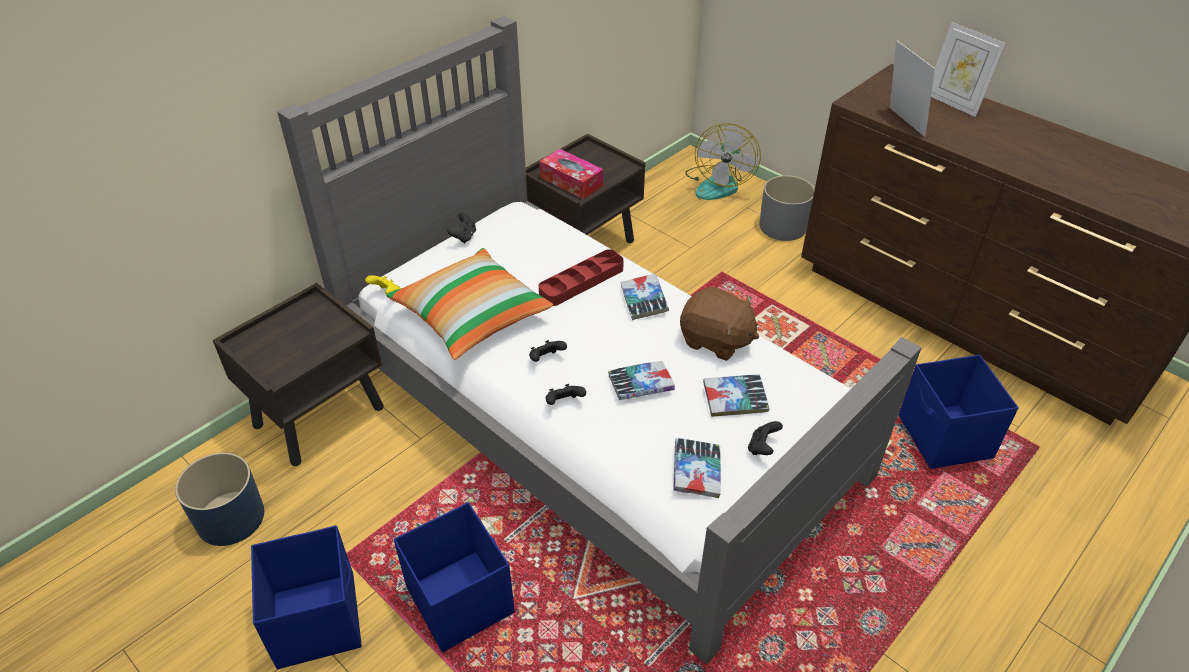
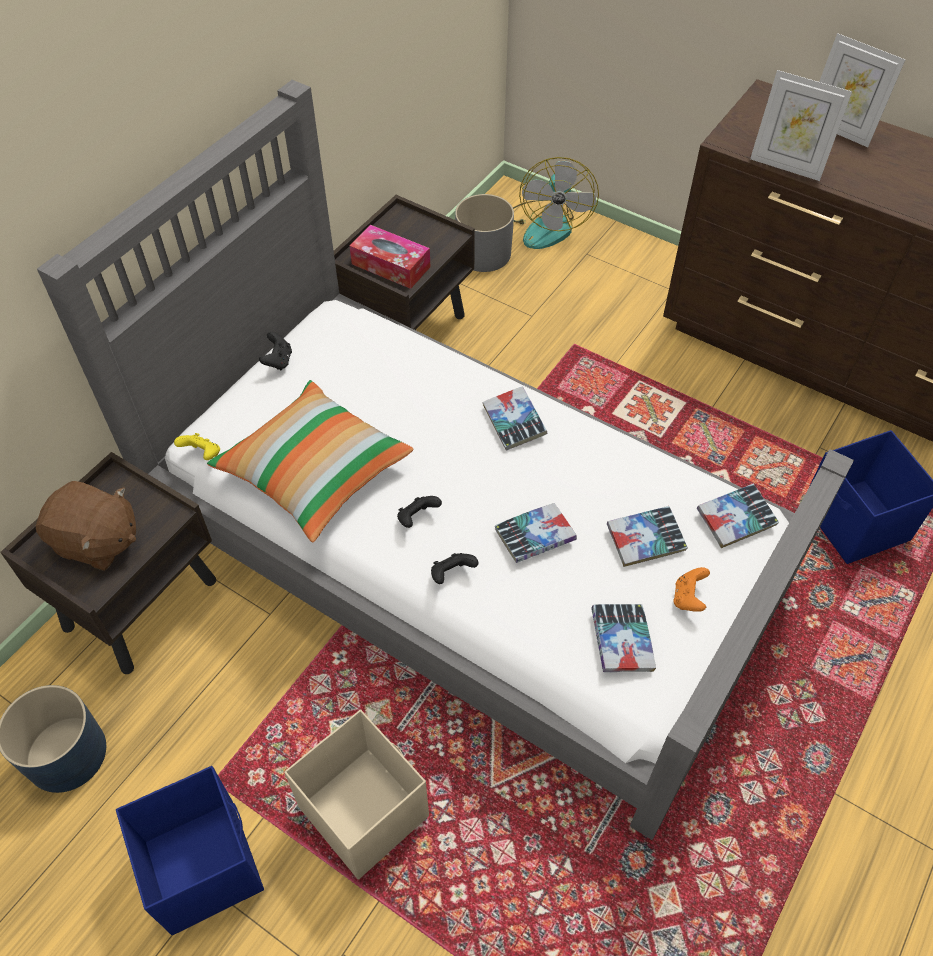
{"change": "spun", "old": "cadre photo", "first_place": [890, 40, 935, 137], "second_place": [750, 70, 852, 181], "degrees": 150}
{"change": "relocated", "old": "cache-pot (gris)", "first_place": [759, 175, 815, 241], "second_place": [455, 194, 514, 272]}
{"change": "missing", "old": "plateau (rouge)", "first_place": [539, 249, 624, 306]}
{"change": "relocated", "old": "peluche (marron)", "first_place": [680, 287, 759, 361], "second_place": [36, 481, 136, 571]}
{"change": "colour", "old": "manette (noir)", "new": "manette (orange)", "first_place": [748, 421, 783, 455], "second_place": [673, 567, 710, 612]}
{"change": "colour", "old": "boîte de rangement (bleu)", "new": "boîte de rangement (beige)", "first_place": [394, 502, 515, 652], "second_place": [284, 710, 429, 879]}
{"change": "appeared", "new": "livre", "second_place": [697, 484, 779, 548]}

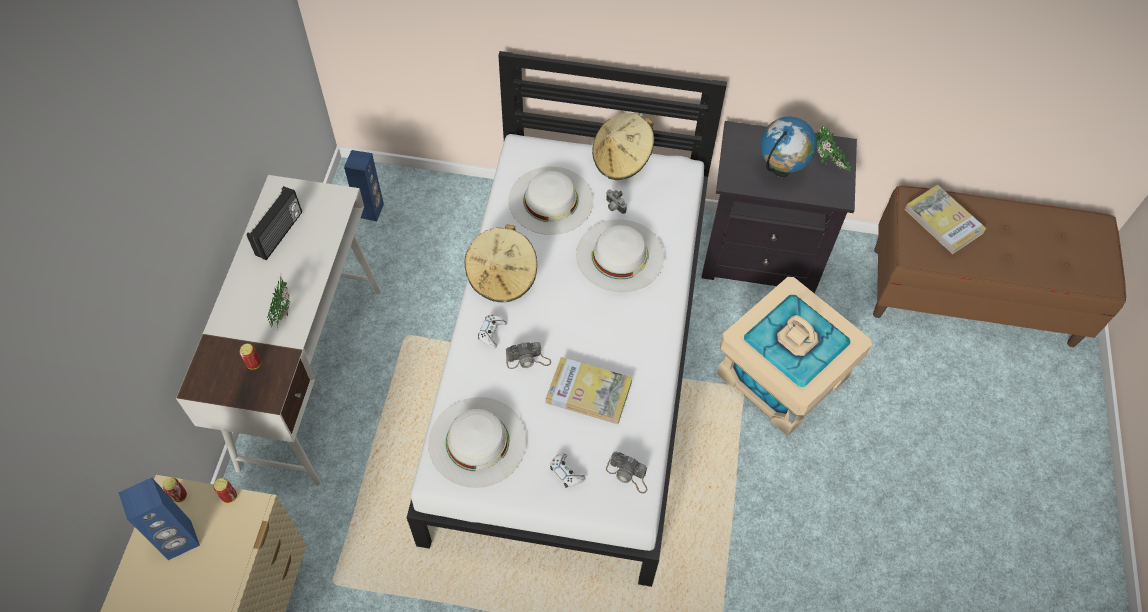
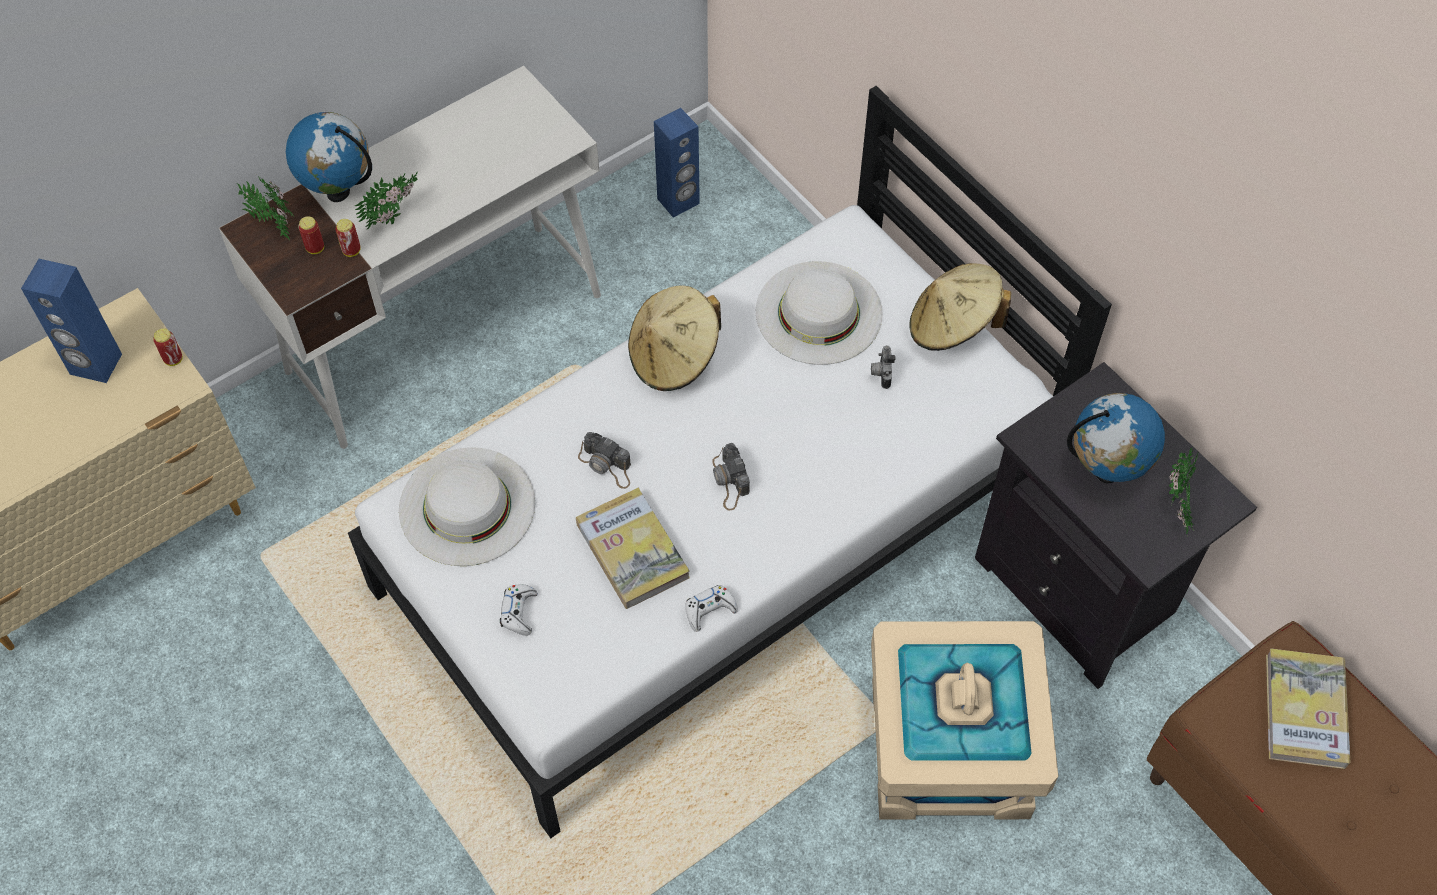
{"change": "missing", "old": "radio", "first_place": [247, 186, 302, 260]}
{"change": "missing", "old": "chapeau (blanc)", "first_place": [576, 219, 664, 293]}
{"change": "relocated", "old": "manette (blanc)", "first_place": [478, 315, 507, 348], "second_place": [685, 585, 738, 632]}
{"change": "relocated", "old": "appareil photo", "first_place": [606, 451, 648, 494], "second_place": [712, 443, 750, 511]}
{"change": "relocated", "old": "boîte métallique", "first_place": [163, 478, 187, 503], "second_place": [336, 219, 361, 257]}
{"change": "appeared", "new": "globe", "second_place": [286, 112, 372, 202]}
{"change": "appeared", "new": "plante en pot", "second_place": [237, 175, 294, 241]}

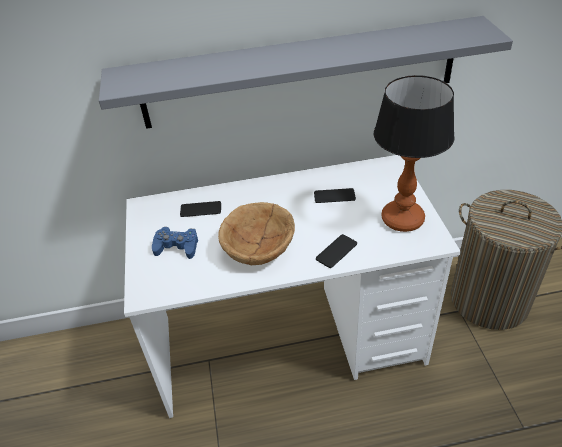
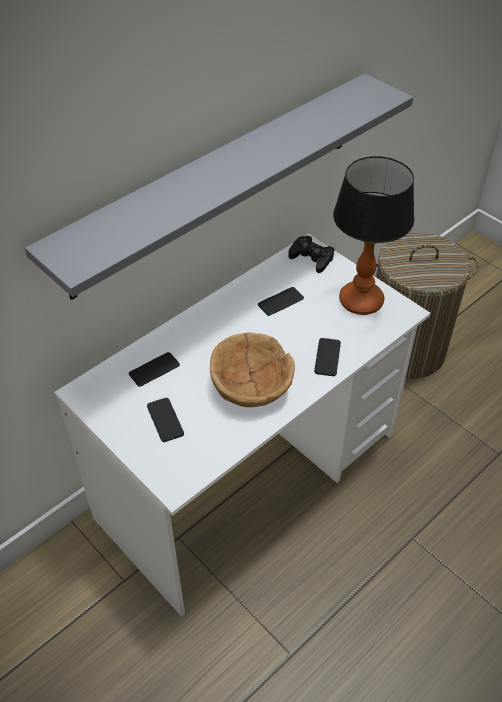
{"change": "exchanged", "old": "manette (bleu)", "new": "téléphone", "first_place": [152, 227, 198, 259], "second_place": [147, 398, 184, 442]}
{"change": "appeared", "new": "manette (noir)", "second_place": [288, 236, 334, 273]}

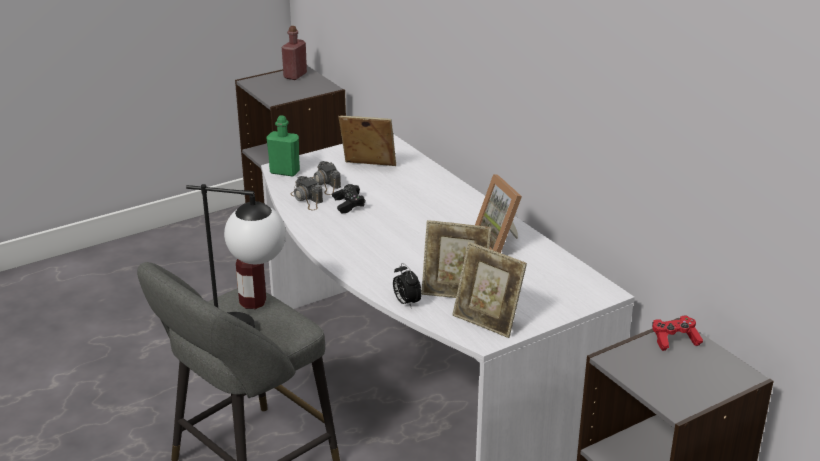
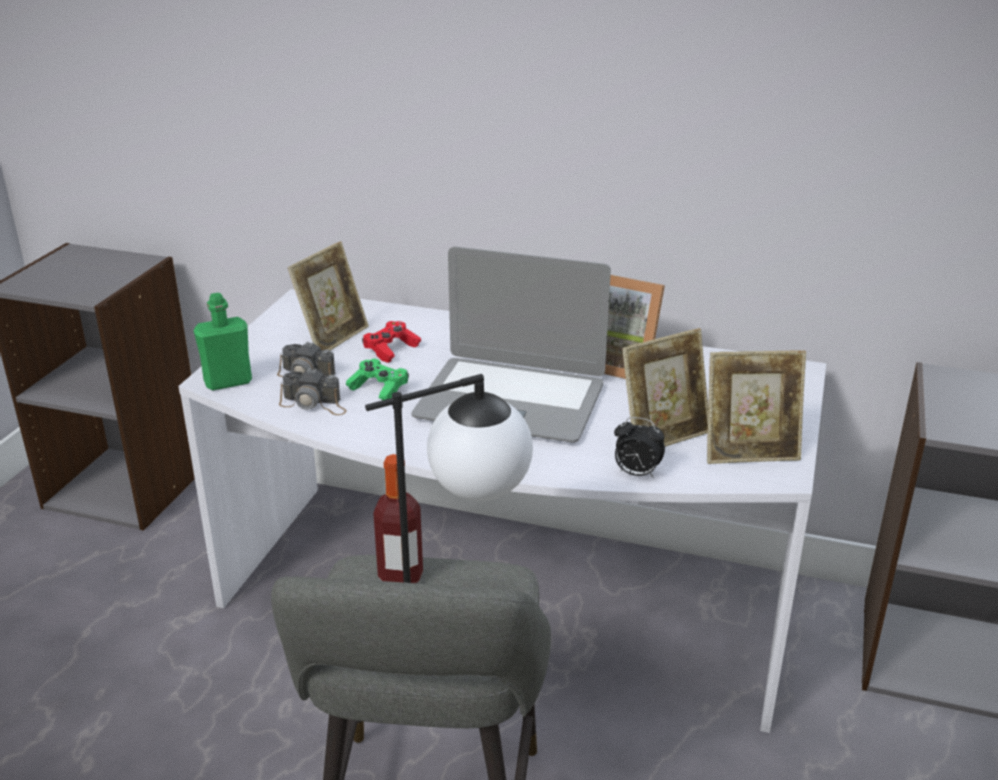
{"change": "missing", "old": "bouteille (rouge)", "first_place": [282, 26, 307, 80]}
{"change": "spun", "old": "cadre photo", "first_place": [338, 116, 396, 166], "second_place": [288, 241, 369, 351], "degrees": 150}
{"change": "colour", "old": "manette (noir)", "new": "manette (vert)", "first_place": [332, 184, 365, 214], "second_place": [346, 359, 409, 400]}
{"change": "relocated", "old": "manette (rouge)", "first_place": [652, 316, 703, 351], "second_place": [362, 321, 421, 363]}
{"change": "appeared", "new": "ordinateur portable", "second_place": [411, 247, 611, 443]}

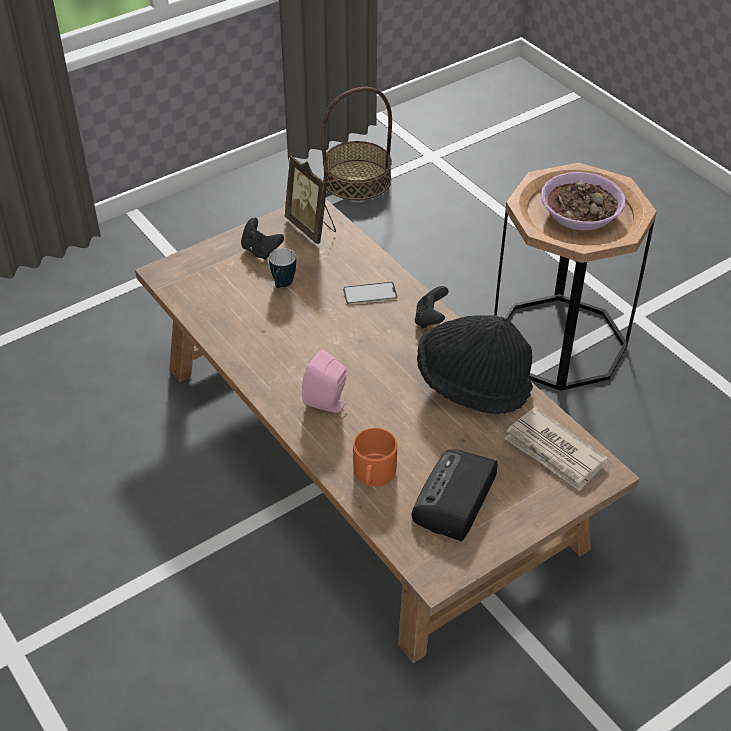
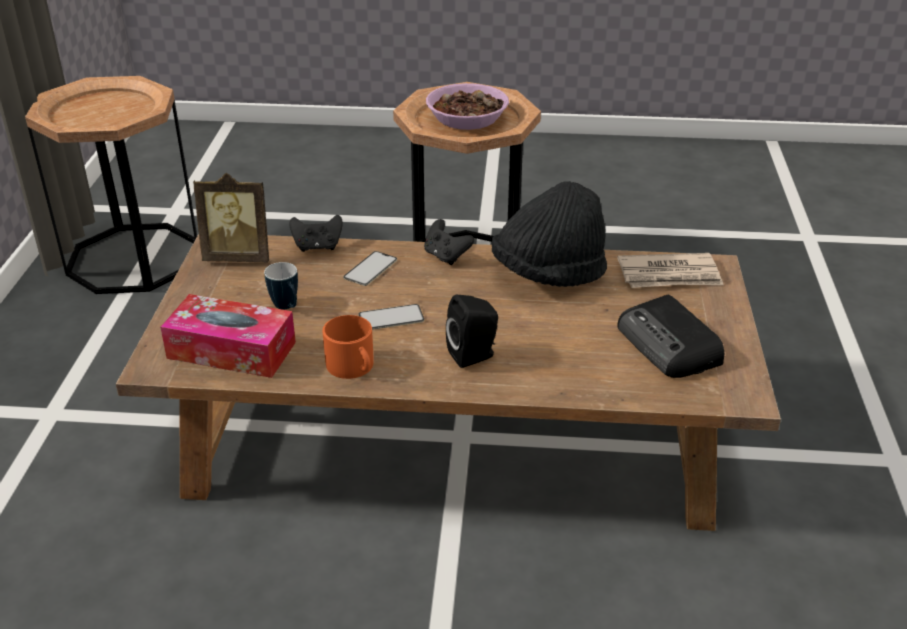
{"change": "exchanged", "old": "panier", "new": "table d'appoint (marron)", "first_place": [321, 87, 392, 201], "second_place": [25, 76, 197, 294]}
{"change": "relocated", "old": "manette (noir)", "first_place": [241, 218, 284, 260], "second_place": [289, 215, 343, 252]}
{"change": "colour", "old": "enceinte (rose)", "new": "enceinte (noir)", "first_place": [302, 349, 348, 413], "second_place": [446, 295, 498, 368]}
{"change": "relocated", "old": "mug (orange)", "first_place": [353, 428, 397, 486], "second_place": [322, 315, 374, 379]}
{"change": "appeared", "new": "boîte à mouchoirs", "second_place": [160, 294, 296, 378]}
{"change": "appeared", "new": "téléphone", "second_place": [359, 304, 424, 330]}

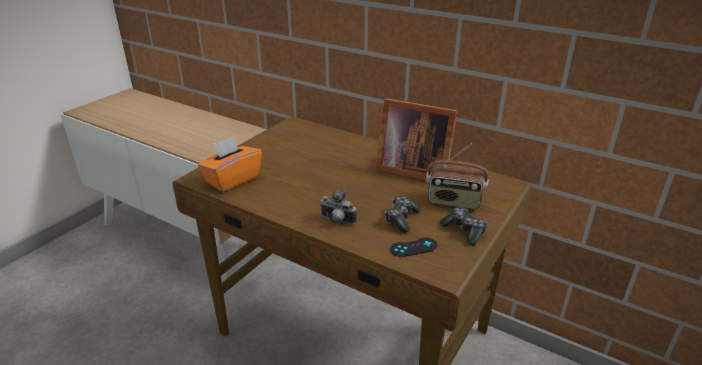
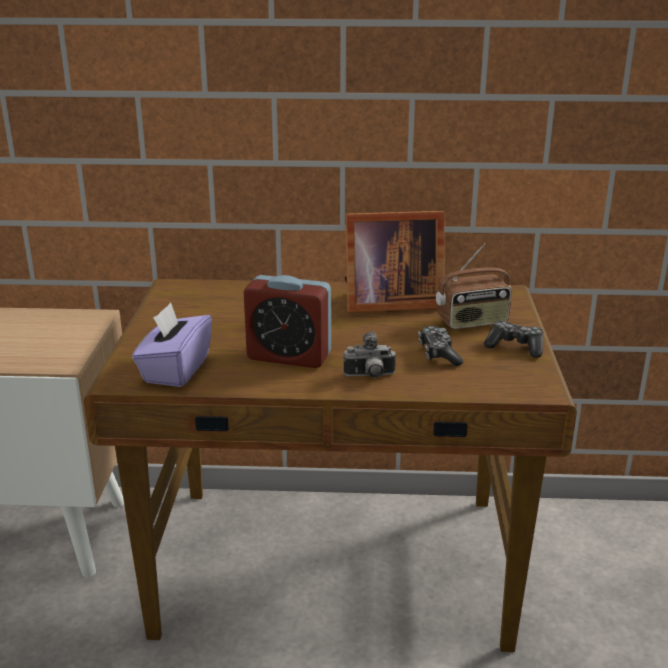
{"change": "colour", "old": "boîte à mouchoirs (orange)", "new": "boîte à mouchoirs (violet)", "first_place": [198, 136, 262, 192], "second_place": [132, 302, 212, 387]}
{"change": "missing", "old": "manette (noir)", "first_place": [390, 238, 437, 257]}
{"change": "appeared", "new": "réveil", "second_place": [244, 275, 331, 368]}

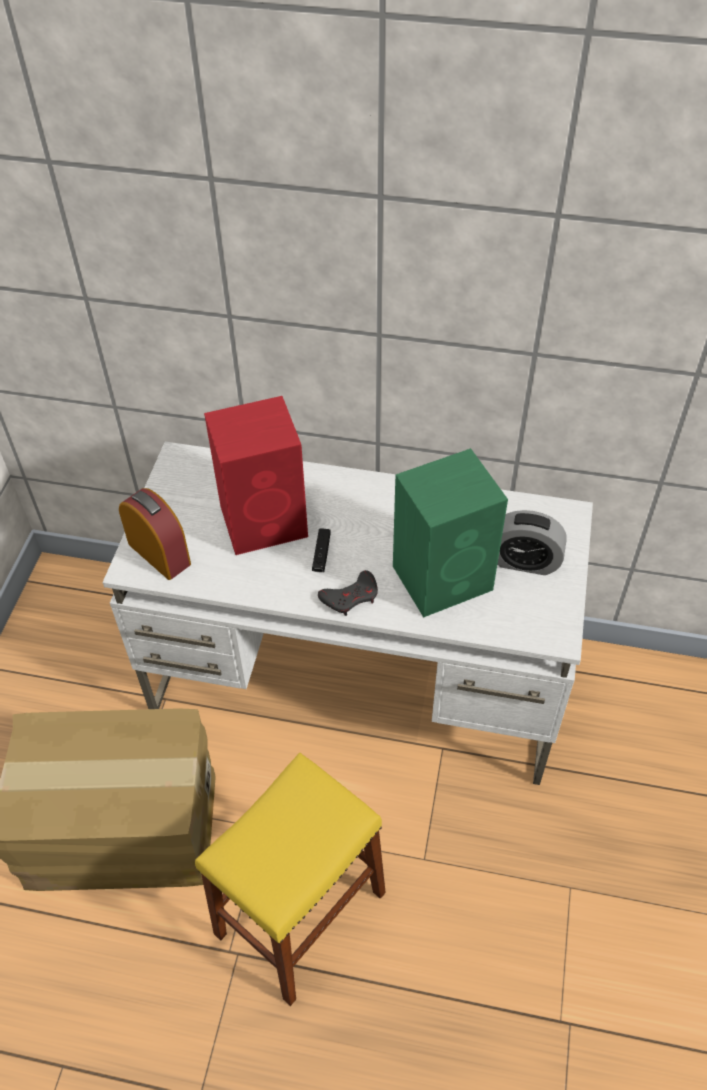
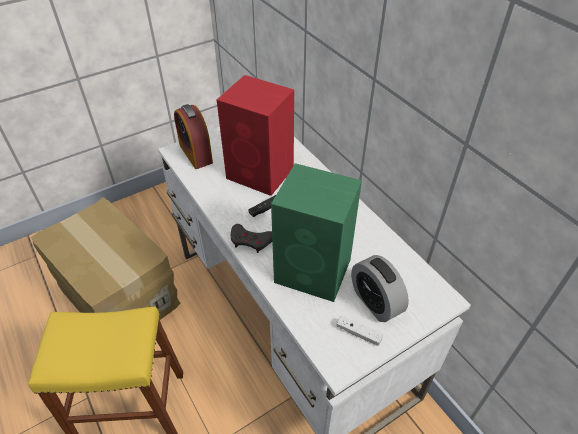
{"change": "spun", "old": "réveil", "first_place": [119, 488, 191, 580], "second_place": [174, 104, 213, 169], "degrees": 150}
{"change": "appeared", "new": "manette (blanc)", "second_place": [337, 316, 383, 346]}

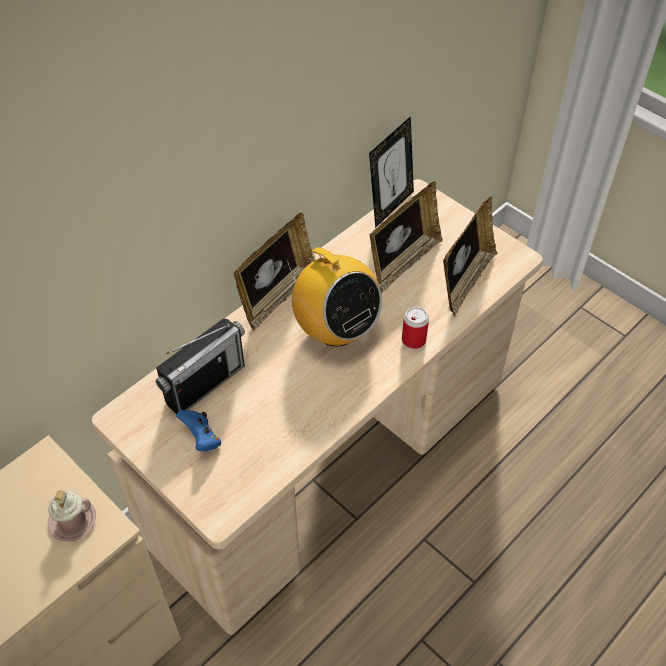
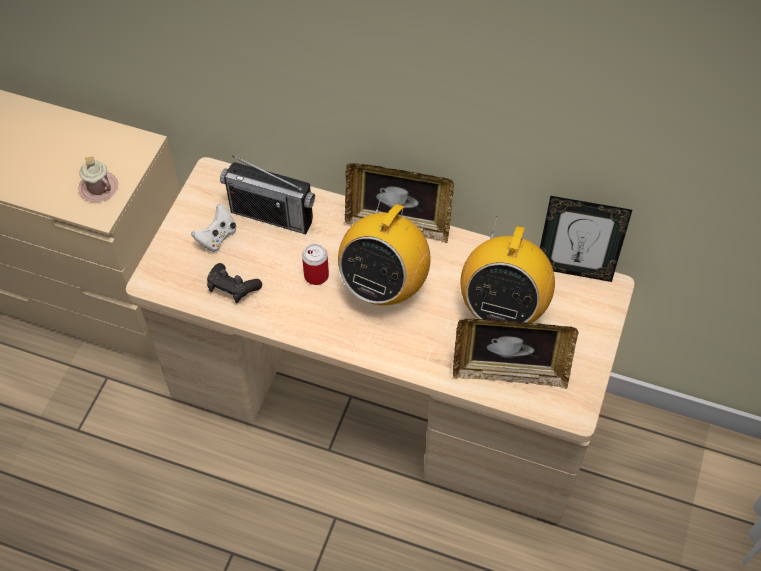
{"change": "exchanged", "old": "cadre photo", "new": "radio", "first_place": [370, 181, 443, 293], "second_place": [461, 216, 555, 323]}
{"change": "relocated", "old": "boîte métallique", "first_place": [402, 307, 429, 349], "second_place": [302, 244, 329, 285]}
{"change": "colour", "old": "manette (bleu)", "new": "manette (blanc)", "first_place": [176, 410, 221, 451], "second_place": [191, 204, 236, 252]}
{"change": "appeared", "new": "manette (noir)", "second_place": [207, 263, 262, 303]}

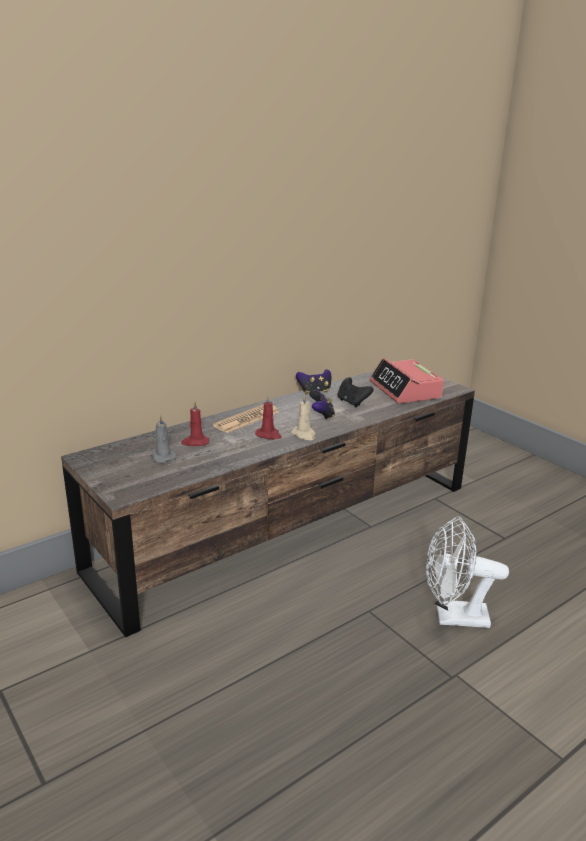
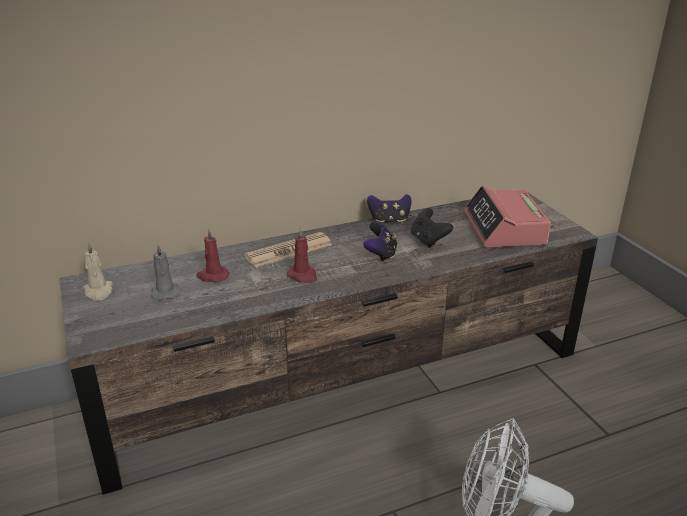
{"change": "relocated", "old": "bougie (beige)", "first_place": [291, 395, 316, 440], "second_place": [83, 242, 113, 301]}

